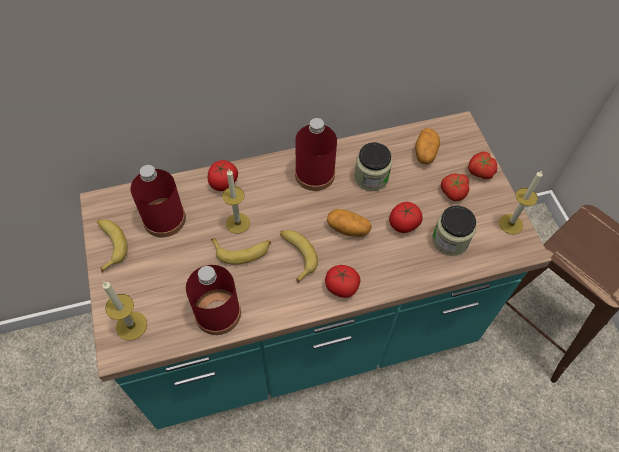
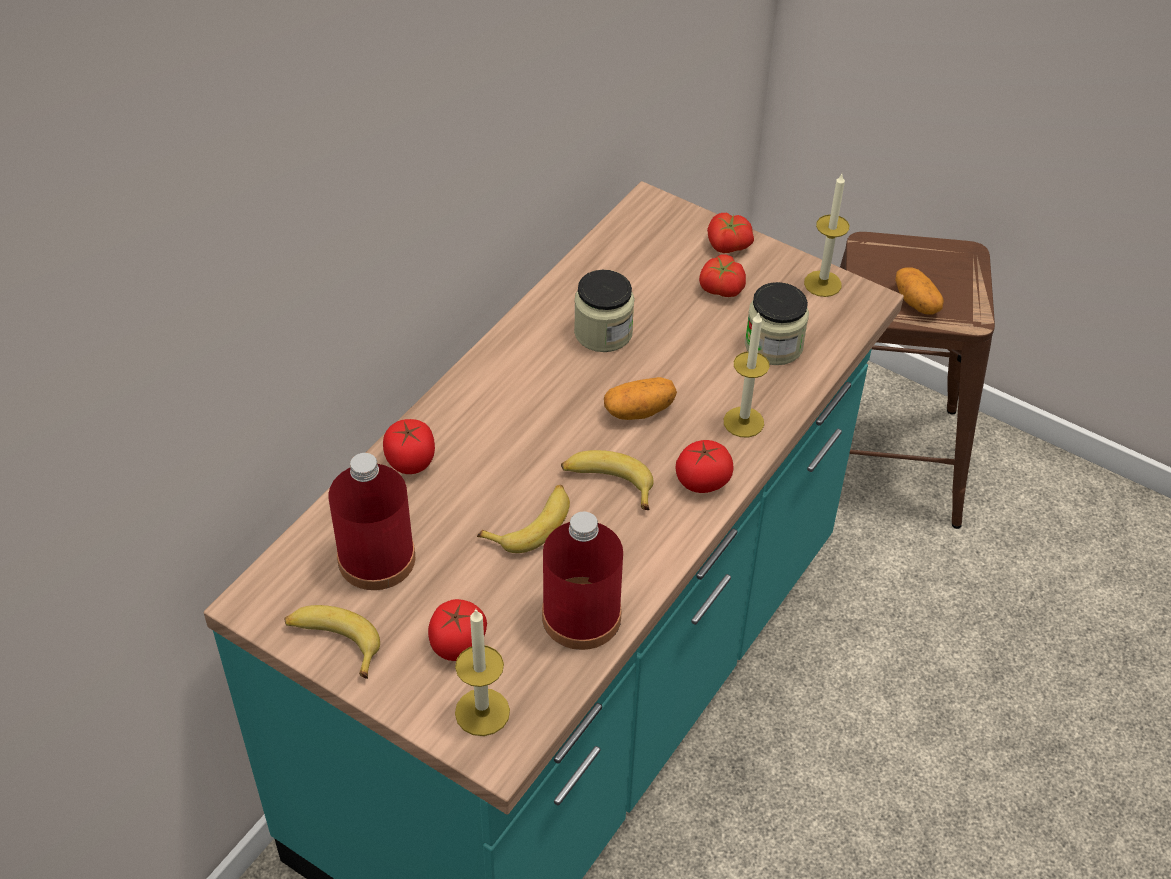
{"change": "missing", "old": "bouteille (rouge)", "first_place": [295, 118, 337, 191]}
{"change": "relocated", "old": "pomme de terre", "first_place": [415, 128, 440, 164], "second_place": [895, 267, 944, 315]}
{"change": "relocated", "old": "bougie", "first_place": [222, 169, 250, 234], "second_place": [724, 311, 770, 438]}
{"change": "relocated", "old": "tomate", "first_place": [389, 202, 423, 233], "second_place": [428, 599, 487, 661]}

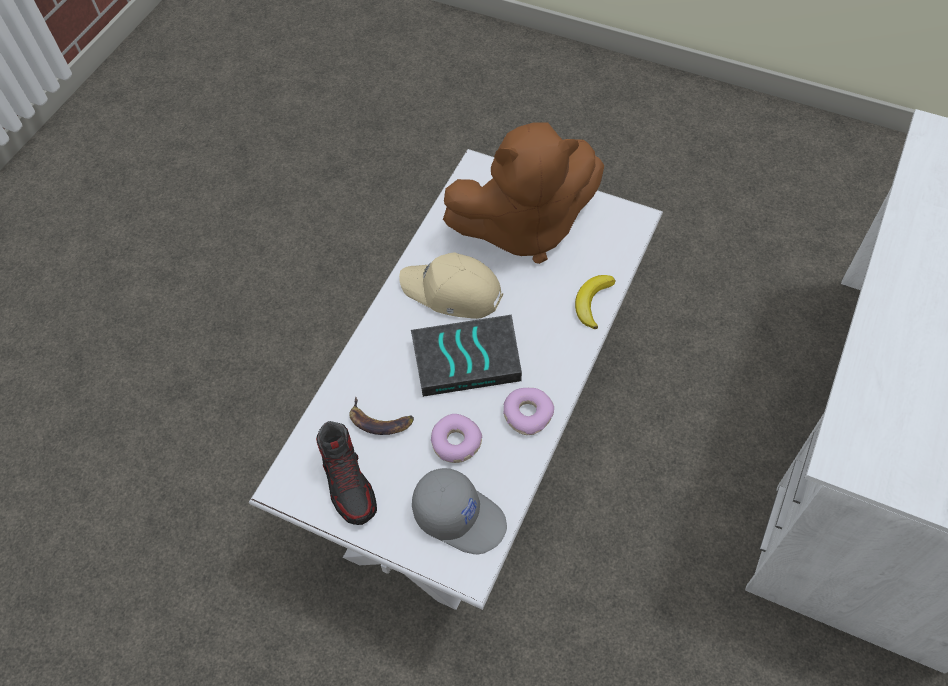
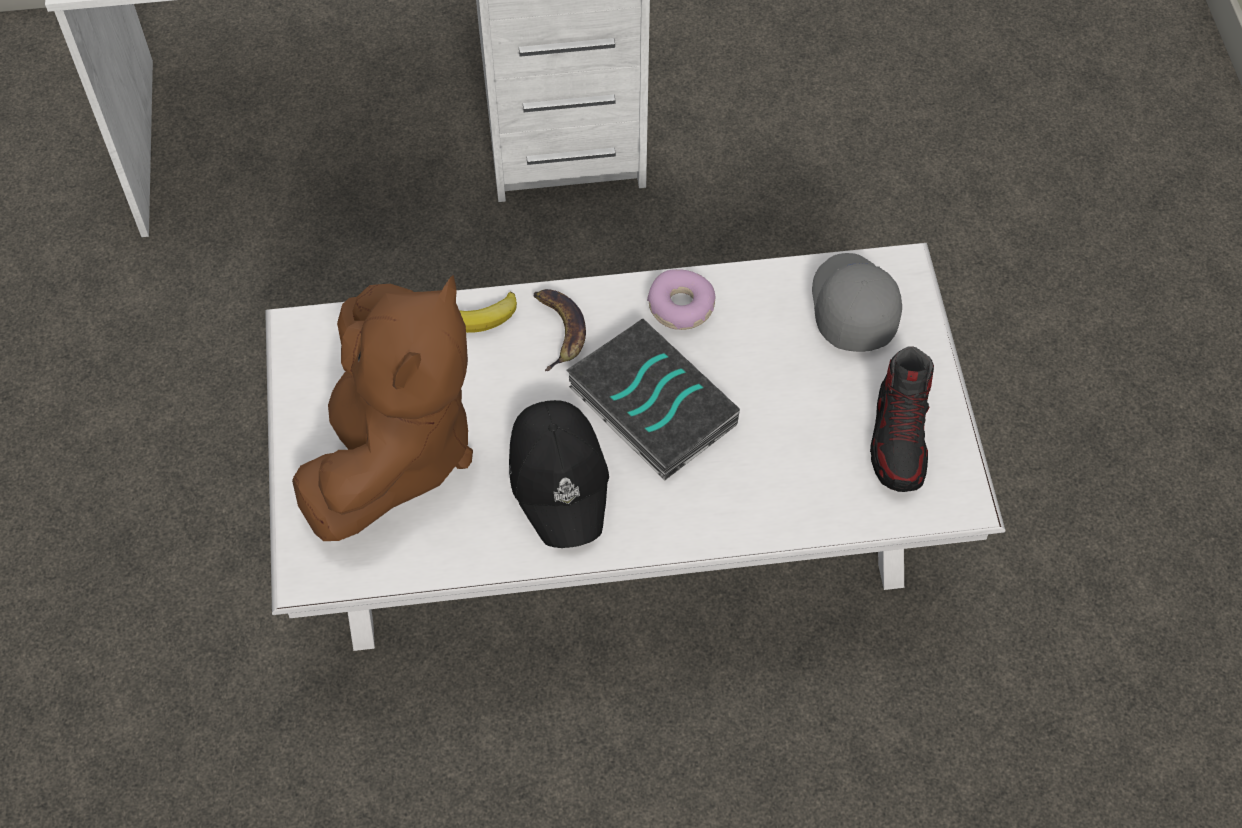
{"change": "spun", "old": "peluche (marron)", "first_place": [443, 122, 604, 264], "second_place": [292, 275, 473, 541], "degrees": 60}
{"change": "colour", "old": "casquette (beige)", "new": "casquette (noir)", "first_place": [399, 252, 503, 319], "second_place": [509, 400, 609, 548]}
{"change": "relocated", "old": "banane", "first_place": [349, 396, 414, 435], "second_place": [533, 289, 586, 371]}
{"change": "missing", "old": "beignet", "first_place": [431, 414, 482, 463]}
{"change": "spun", "old": "chaussure", "first_place": [316, 421, 377, 525], "second_place": [870, 347, 934, 492], "degrees": 150}

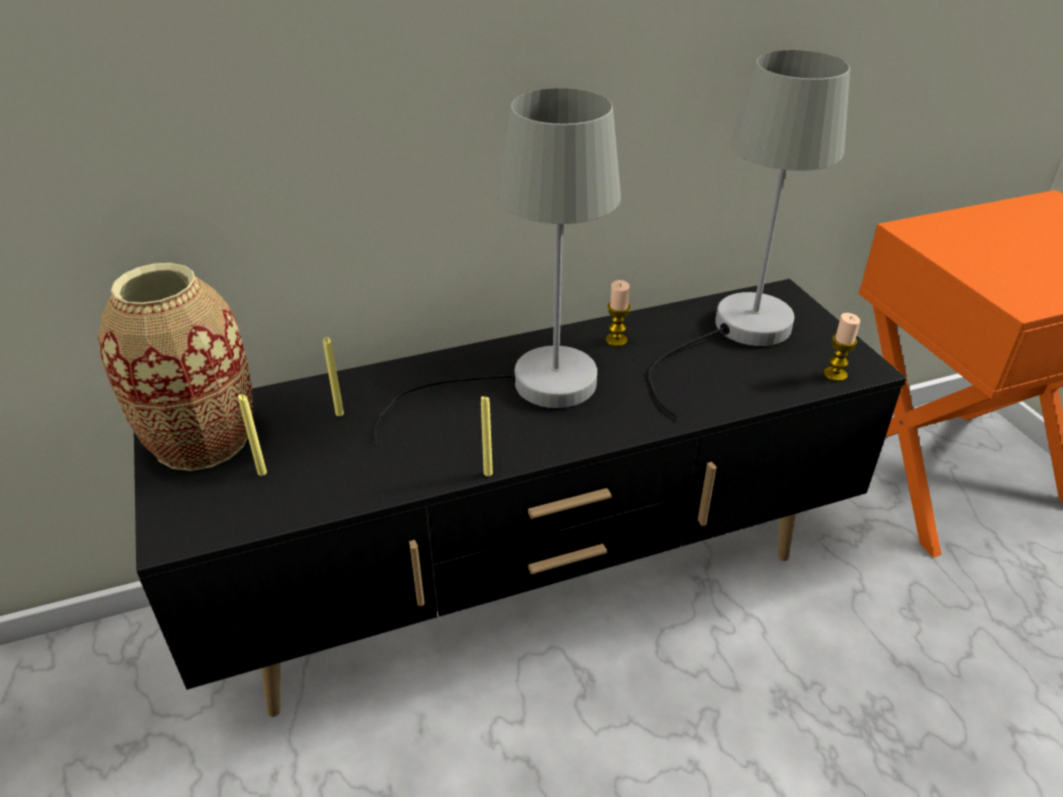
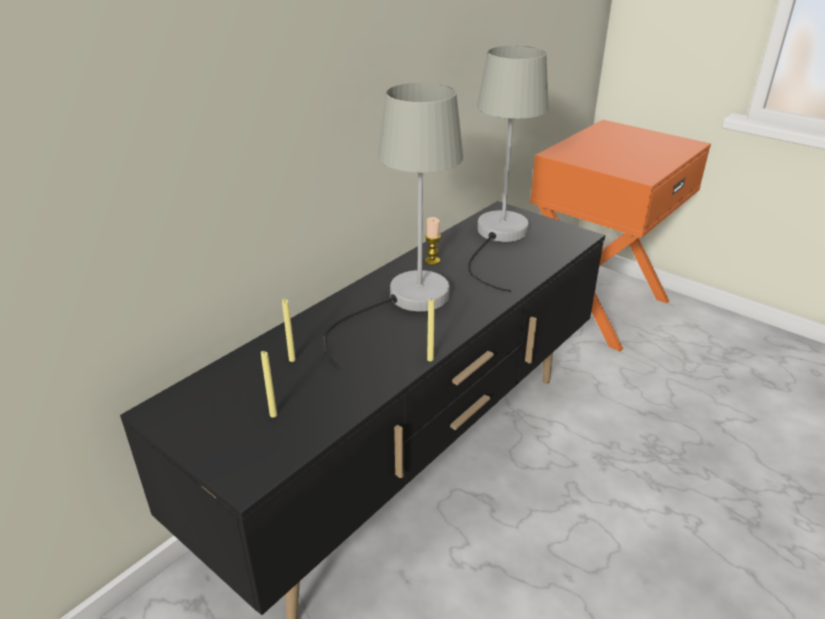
{"change": "missing", "old": "vase", "first_place": [98, 263, 253, 471]}
{"change": "missing", "old": "bougie", "first_place": [824, 313, 860, 382]}

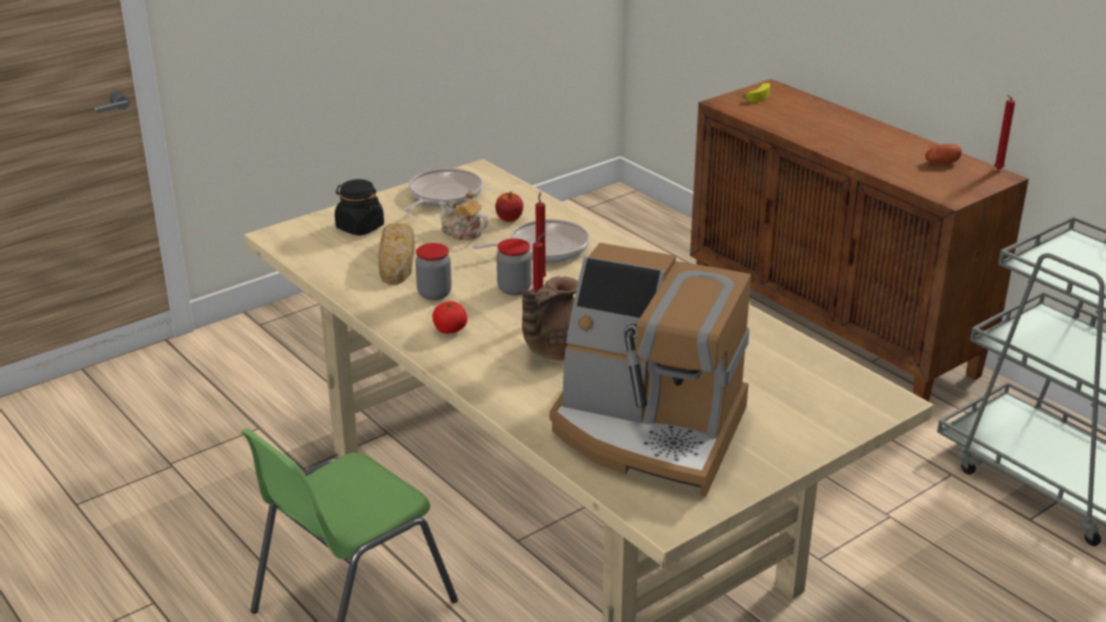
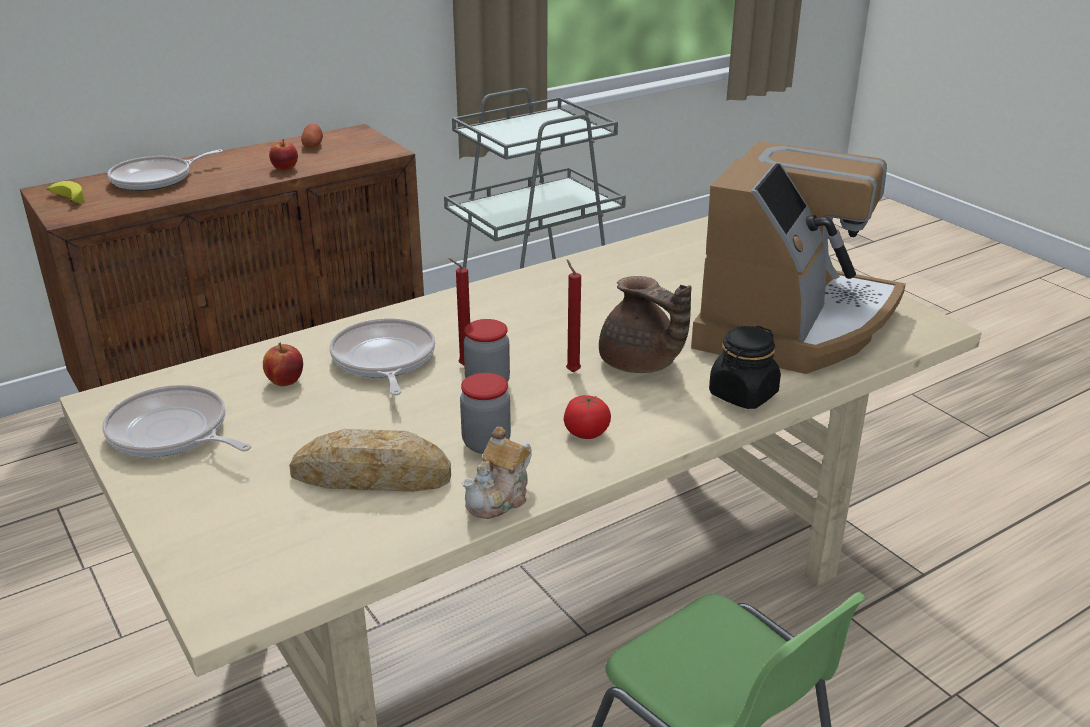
{"change": "missing", "old": "bougie (rouge)", "first_place": [994, 95, 1015, 170]}
{"change": "relocated", "old": "bocal (noir)", "first_place": [335, 179, 384, 236], "second_place": [709, 326, 781, 409]}
{"change": "relocated", "old": "théière", "first_place": [438, 190, 488, 240], "second_place": [462, 426, 532, 519]}
{"change": "appeared", "new": "pomme", "second_place": [269, 139, 298, 171]}
{"change": "appeared", "new": "poêle", "second_place": [108, 149, 223, 191]}

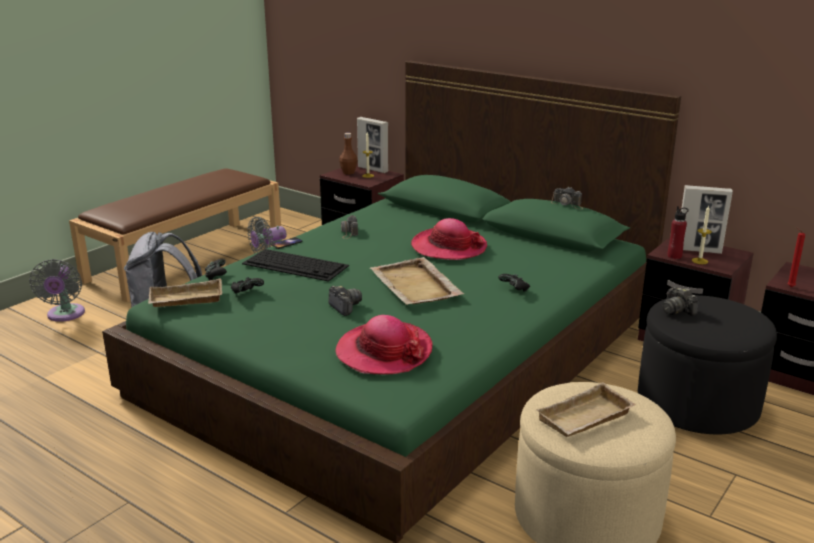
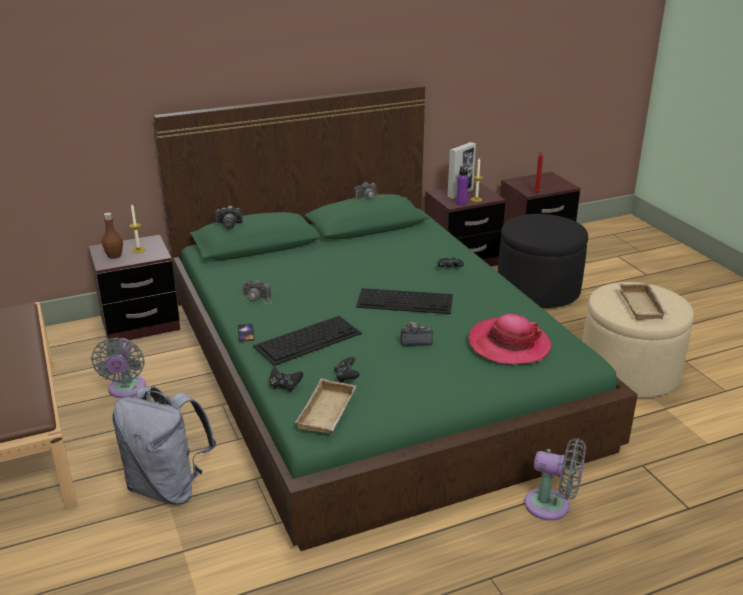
{"change": "missing", "old": "cadre photo", "first_place": [357, 117, 388, 173]}
{"change": "colour", "old": "bouteille (rouge)", "new": "bouteille (violet)", "first_place": [667, 206, 689, 259], "second_place": [456, 165, 469, 205]}
{"change": "missing", "old": "chapeau", "first_place": [411, 218, 487, 260]}
{"change": "exchanged", "old": "plateau (beige)", "new": "clavier", "first_place": [370, 257, 464, 305], "second_place": [356, 288, 453, 314]}
{"change": "relocated", "old": "ventilateur (gris)", "first_place": [29, 259, 85, 322], "second_place": [524, 438, 586, 521]}
{"change": "relocated", "old": "appareil photo", "first_place": [663, 287, 698, 316], "second_place": [215, 206, 243, 228]}

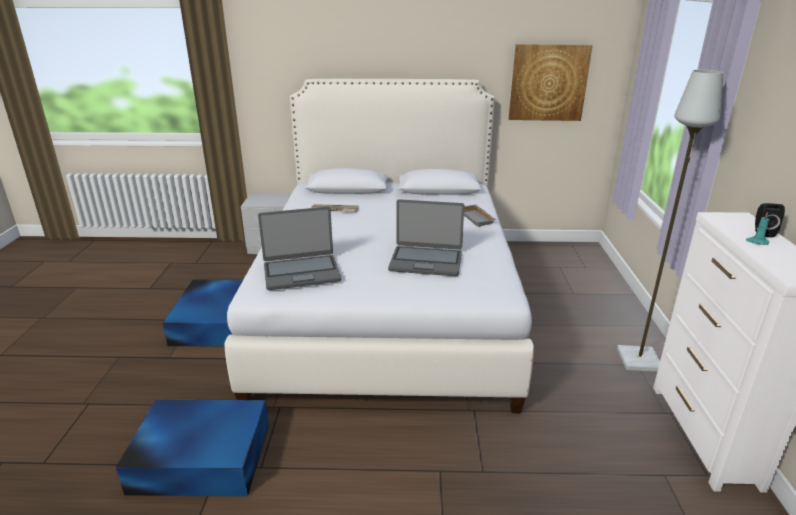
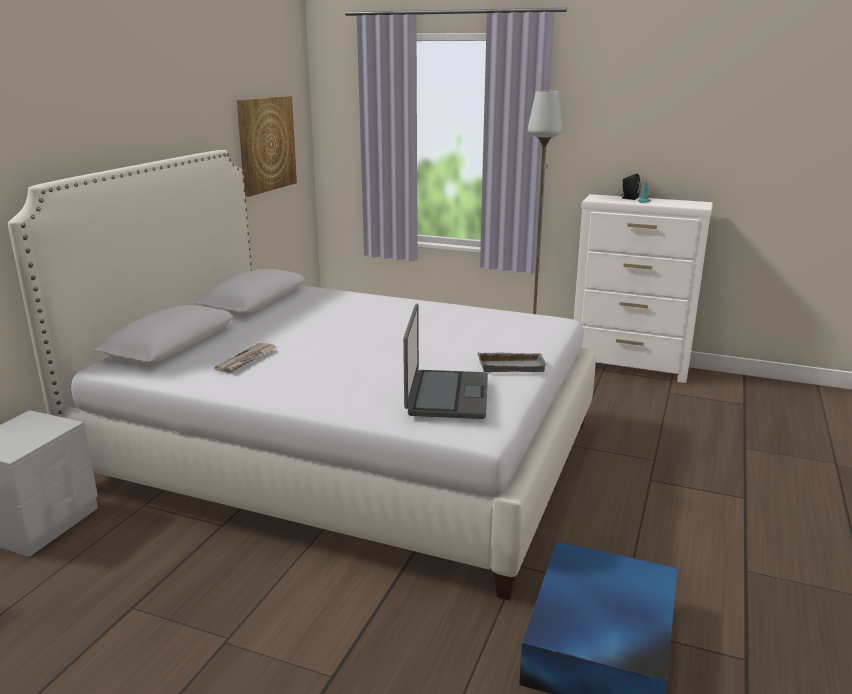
{"change": "missing", "old": "ordinateur portable", "first_place": [388, 199, 464, 276]}
{"change": "relocated", "old": "plateau (gris)", "first_place": [464, 204, 497, 227], "second_place": [477, 352, 547, 372]}
{"change": "missing", "old": "boîte de rangement (bleu)", "first_place": [163, 280, 243, 346]}

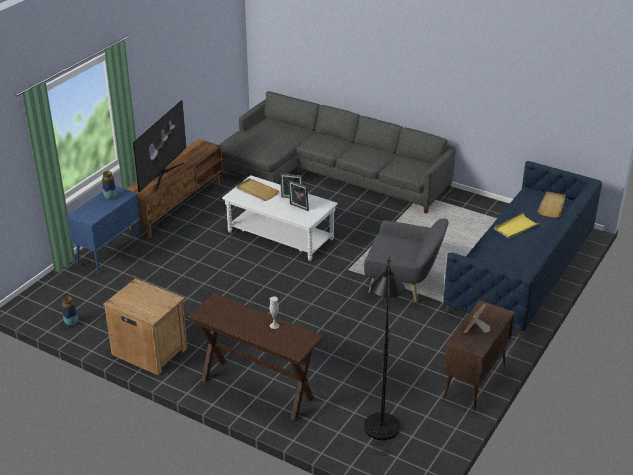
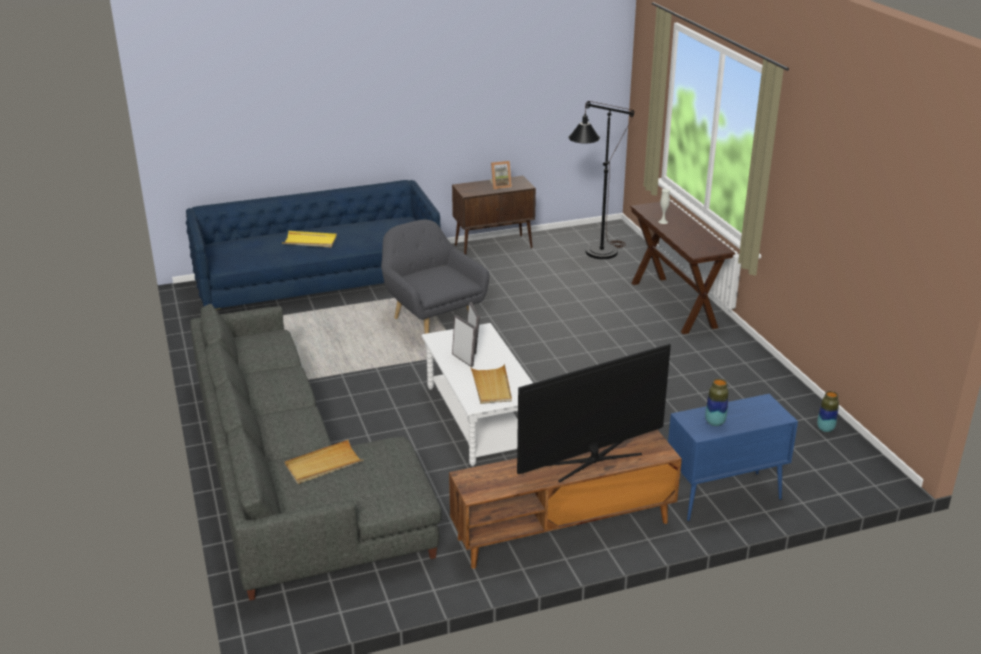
{"change": "relocated", "old": "plateau (beige)", "first_place": [537, 191, 566, 218], "second_place": [285, 440, 363, 484]}
{"change": "missing", "old": "table de chevet (marron)", "first_place": [103, 278, 187, 376]}

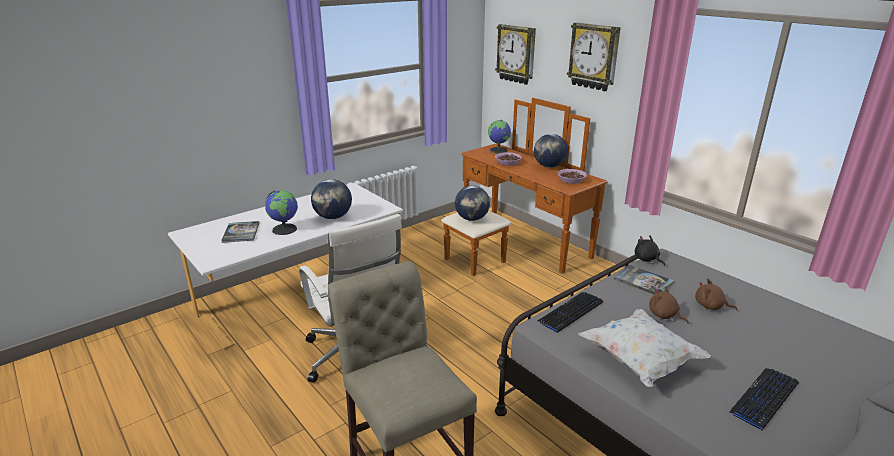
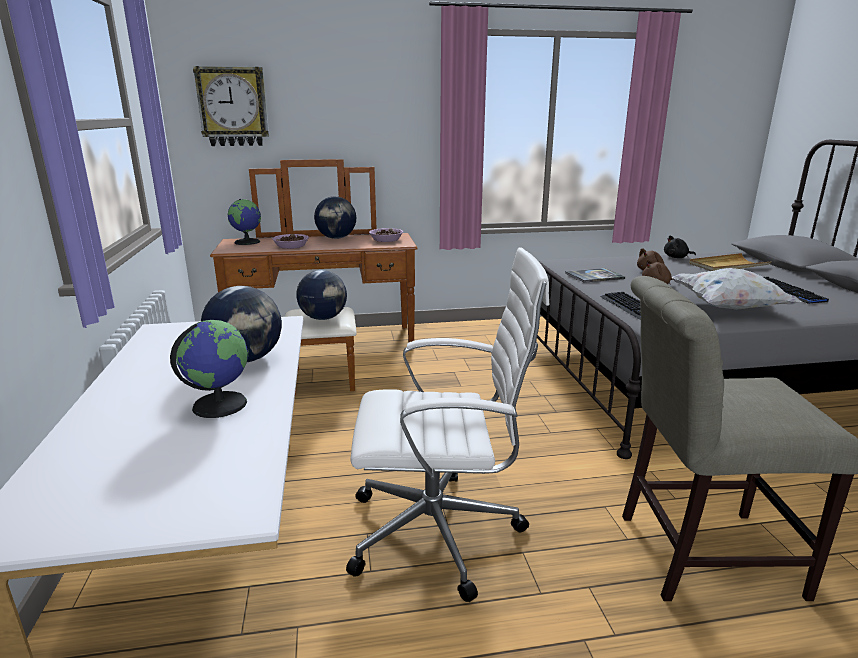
{"change": "missing", "old": "horloge murale", "first_place": [567, 22, 621, 91]}
{"change": "missing", "old": "livre", "first_place": [221, 221, 259, 243]}
{"change": "relocated", "old": "peluche (noir)", "first_place": [635, 235, 665, 266], "second_place": [664, 235, 696, 258]}
{"change": "appeared", "new": "plateau (beige)", "second_place": [689, 253, 771, 271]}

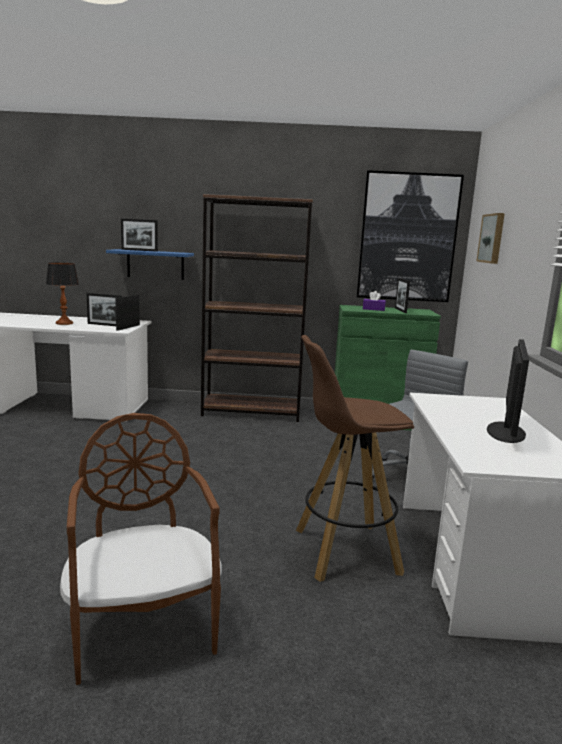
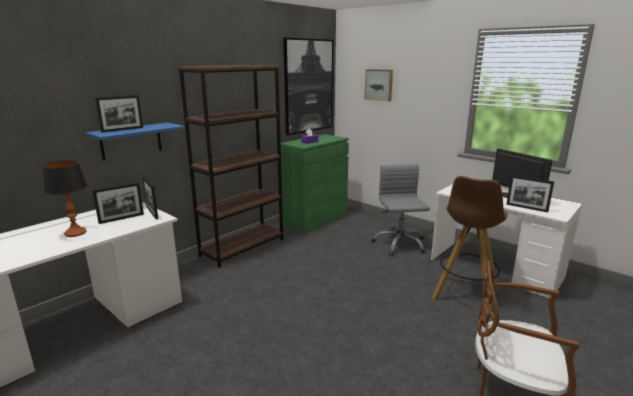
{"change": "relocated", "old": "cadre photo", "first_place": [395, 278, 410, 313], "second_place": [506, 175, 554, 212]}

